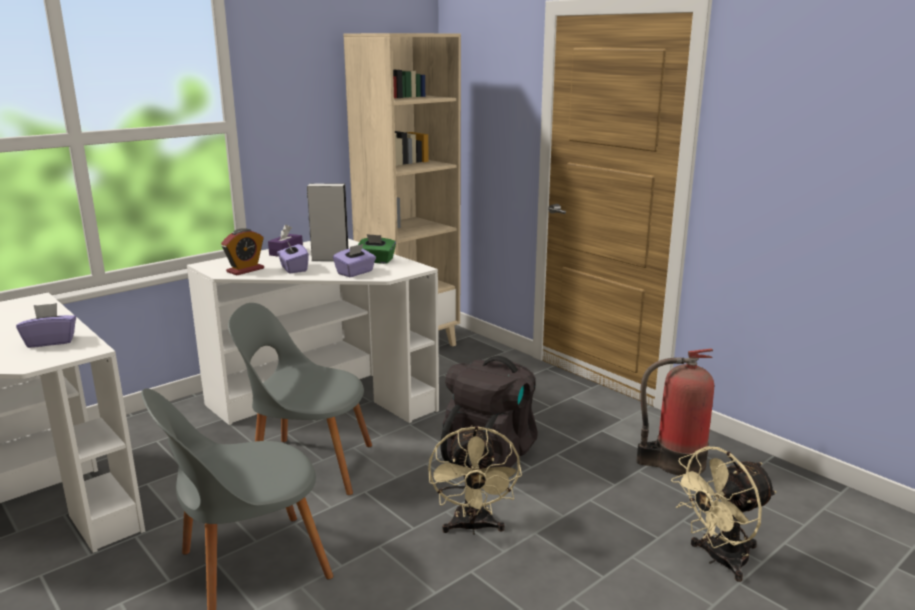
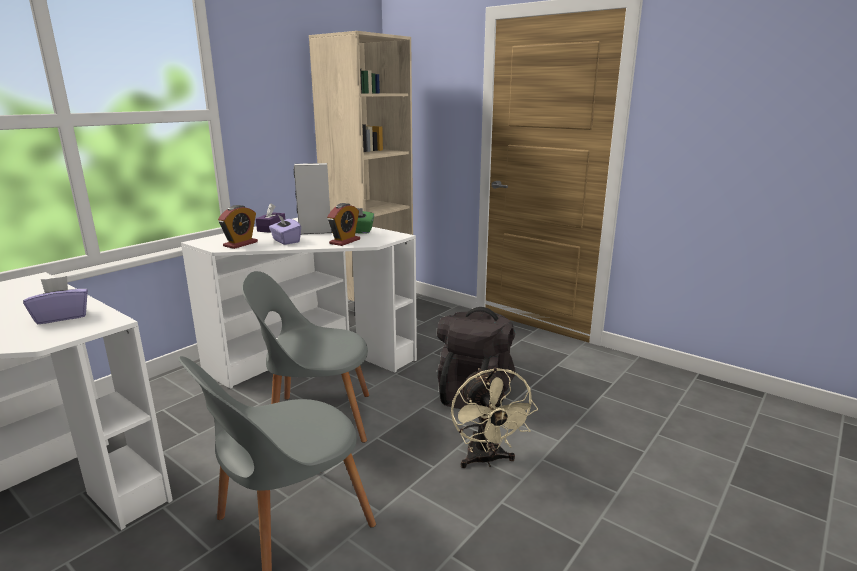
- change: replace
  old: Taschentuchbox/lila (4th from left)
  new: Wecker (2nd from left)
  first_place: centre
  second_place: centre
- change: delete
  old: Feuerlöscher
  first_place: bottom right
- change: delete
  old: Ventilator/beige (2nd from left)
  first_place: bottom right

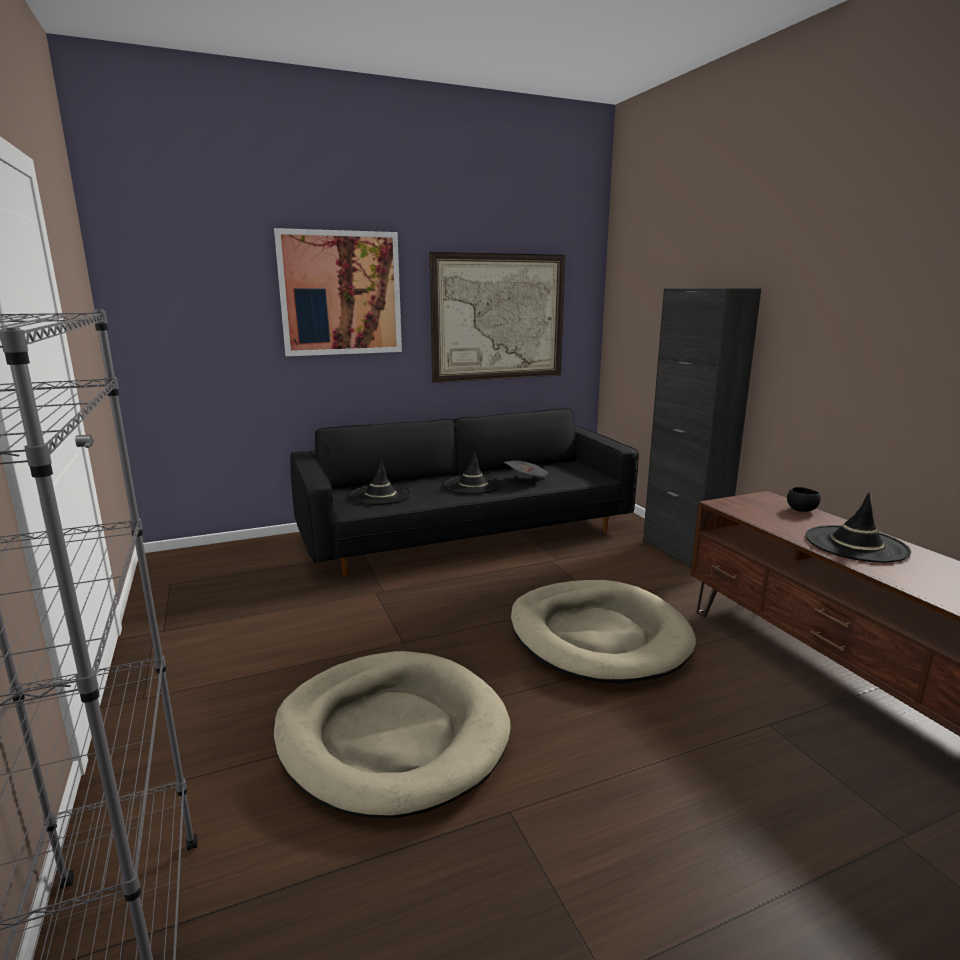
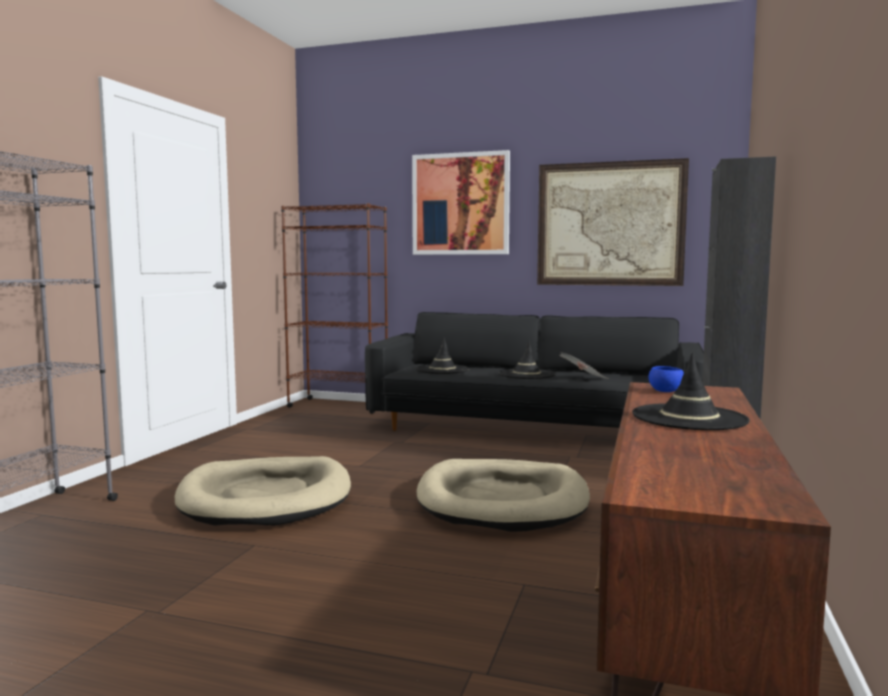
- change: delete
  old: Schüssel/schwarz
  first_place: middle right
- change: insert
  new: Bücherregal/braun
  second_place: centre
- change: insert
  new: Schüssel/blau
  second_place: middle right

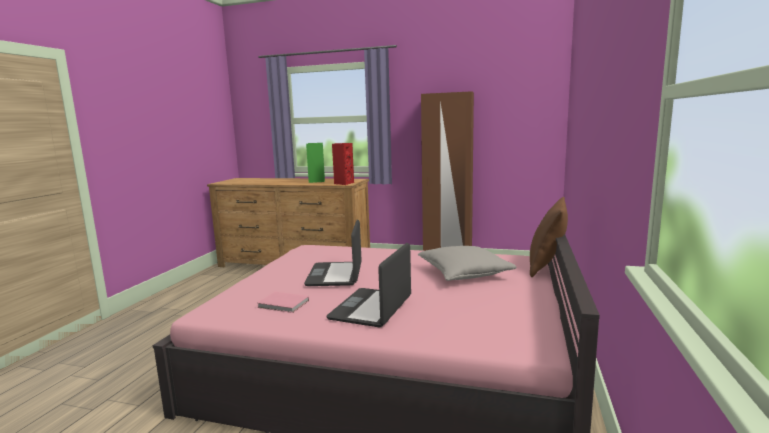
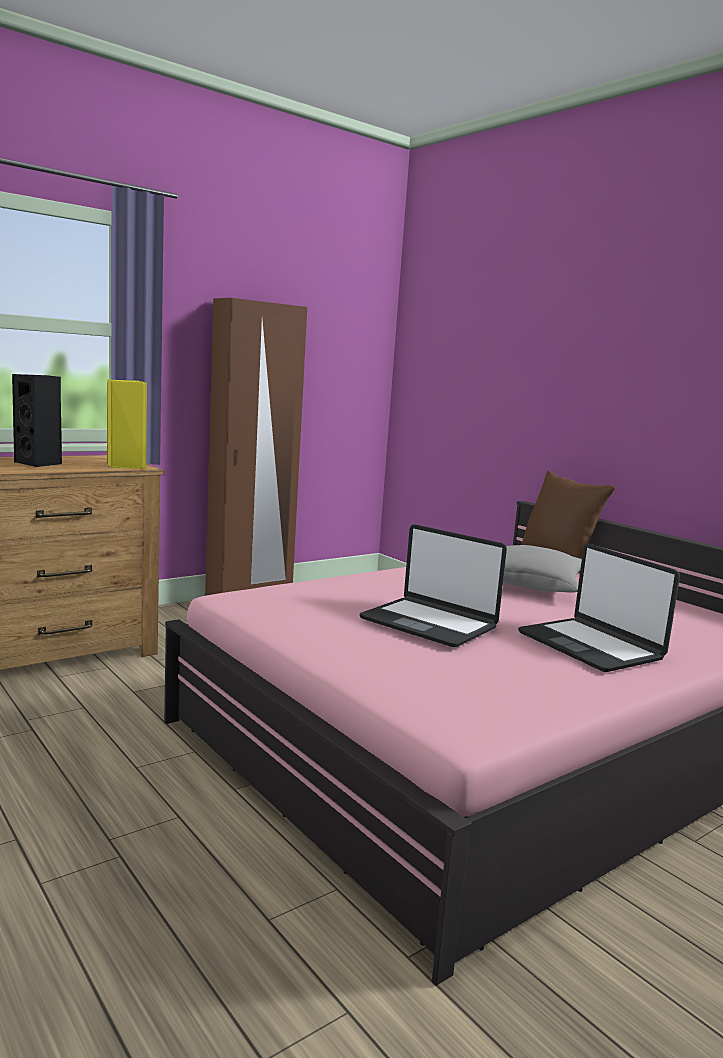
- change: delete
  old: Buch/rosa
  first_place: bottom centre
- change: recolor
  old: Lautsprecher/grün
  new: Lautsprecher/schwarz
  first_place: centre
  second_place: middle left
- change: recolor
  old: Lautsprecher/rot
  new: Lautsprecher/gelb
  first_place: centre
  second_place: middle left

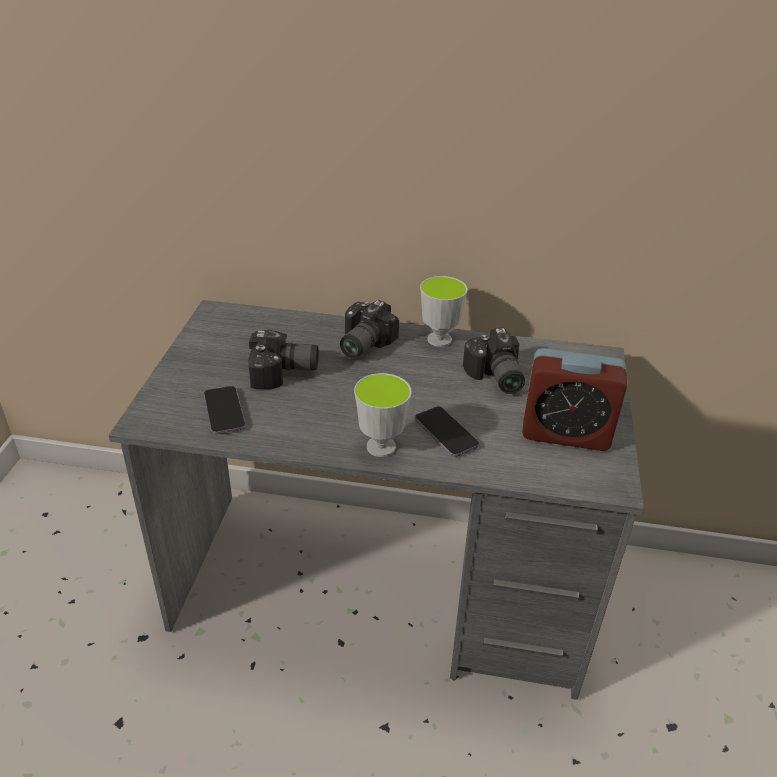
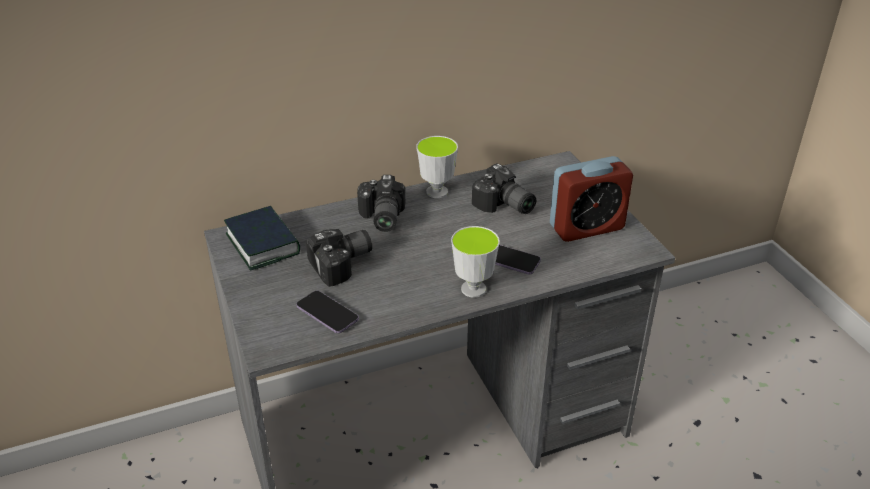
- change: insert
  new: Buch
  second_place: middle left

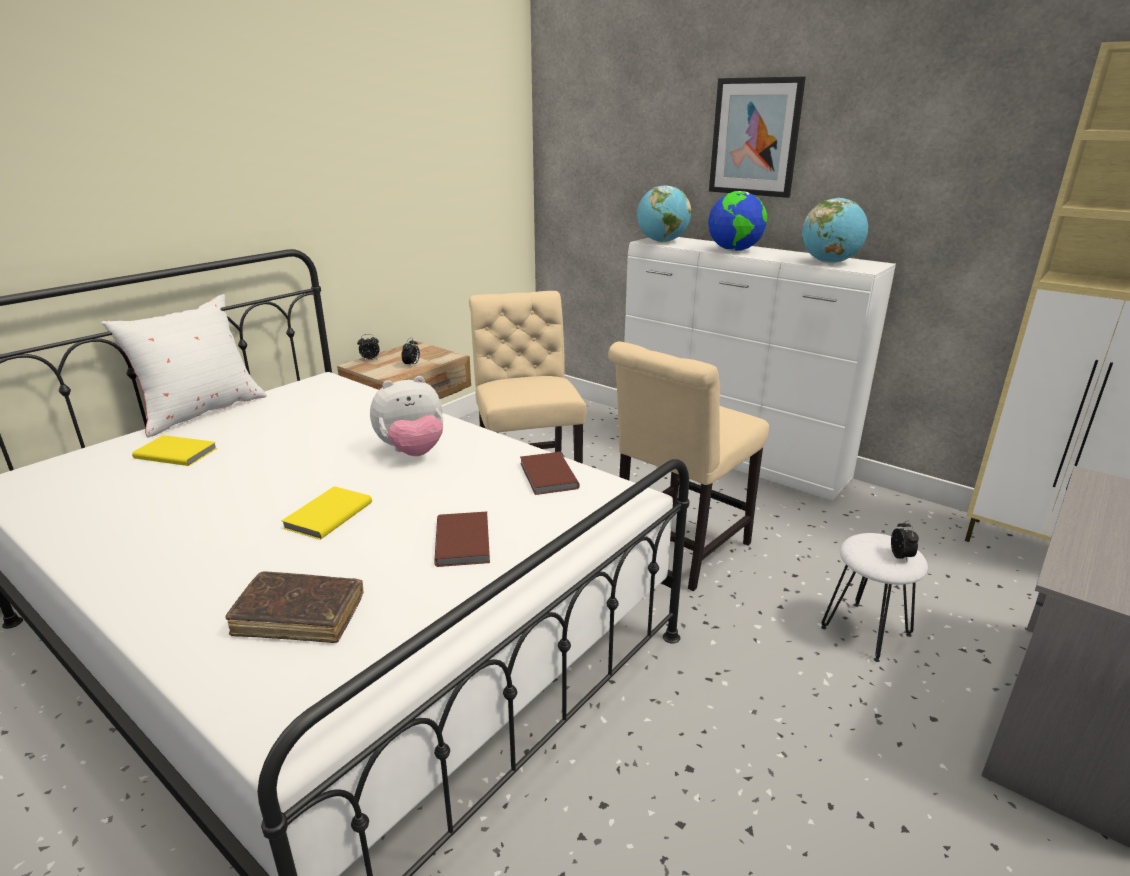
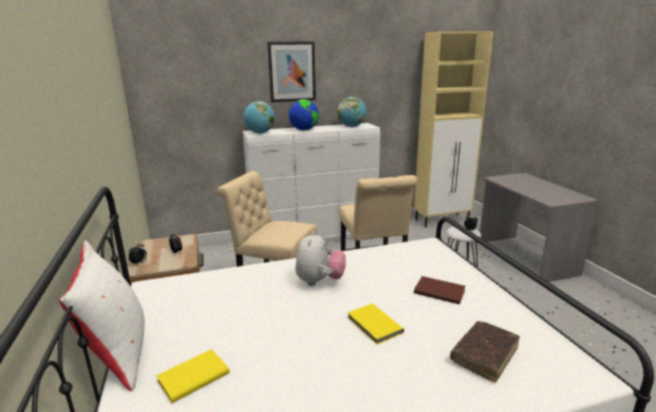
- change: delete
  old: Buch/braun (3rd from left)
  first_place: centre

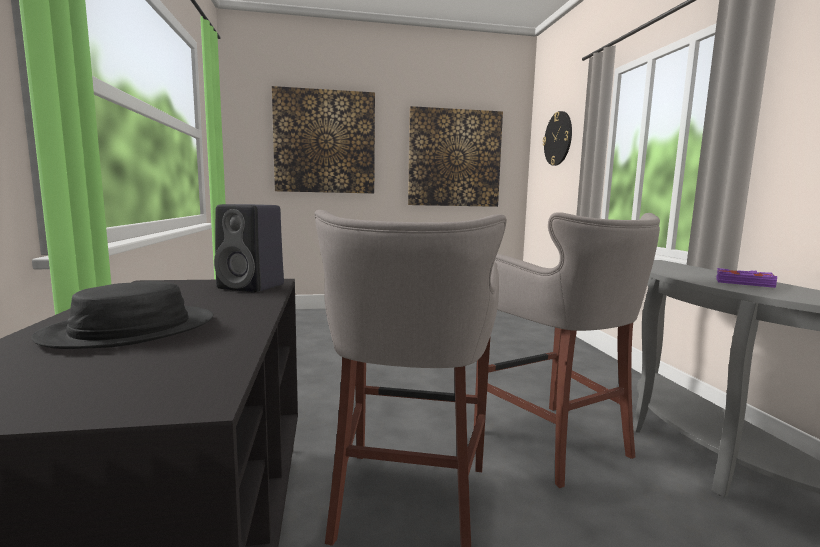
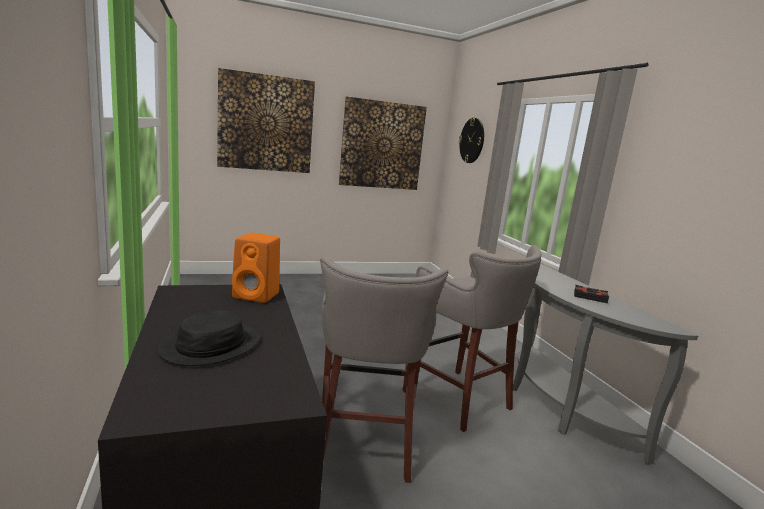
- change: recolor
  old: Lautsprecher/schwarz
  new: Lautsprecher/orange
  first_place: middle left
  second_place: centre
- change: recolor
  old: Buch/lila
  new: Buch/schwarz
  first_place: middle right
  second_place: middle right

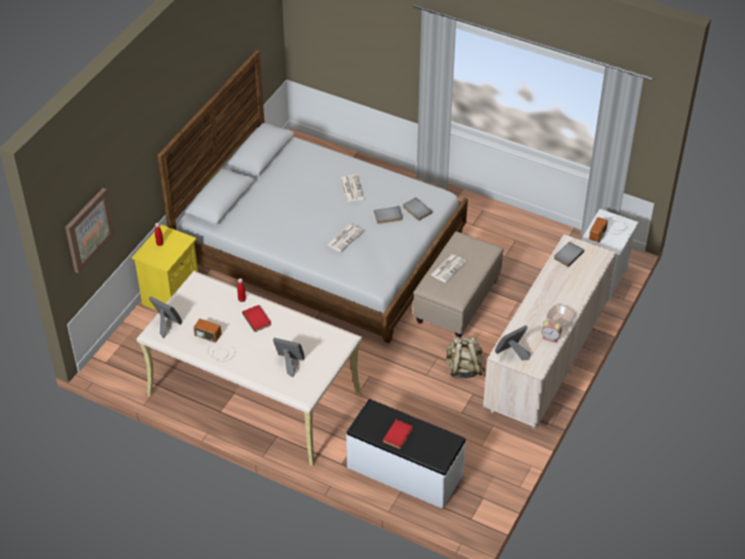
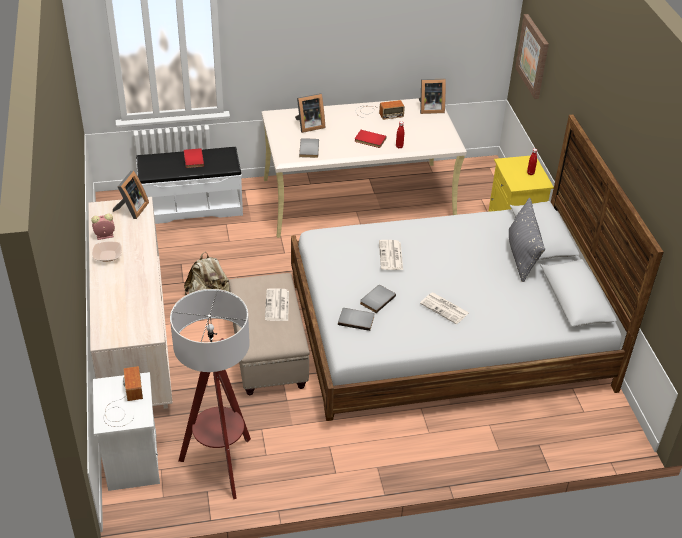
- change: move
  old: Buch/grau (3rd from left in the first image)
  new: Buch/grau (1st from left)
  first_place: middle right
  second_place: top centre
- change: insert
  new: Stehlampe
  second_place: bottom left
- change: insert
  new: Kissen/grau
  second_place: middle right

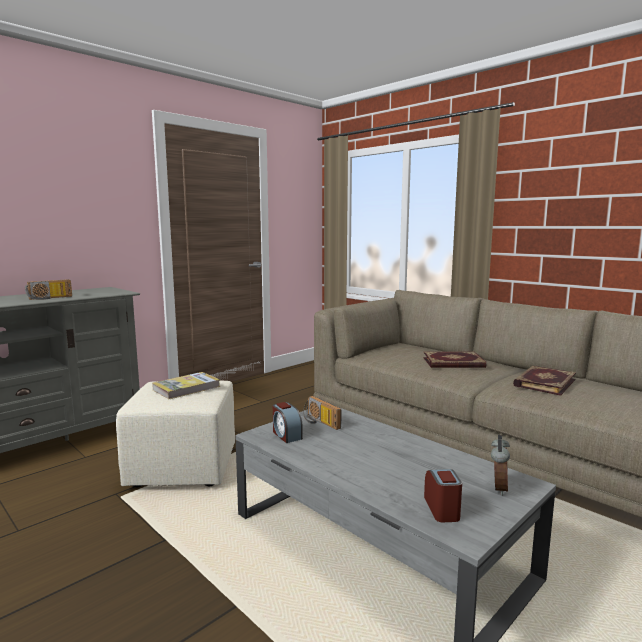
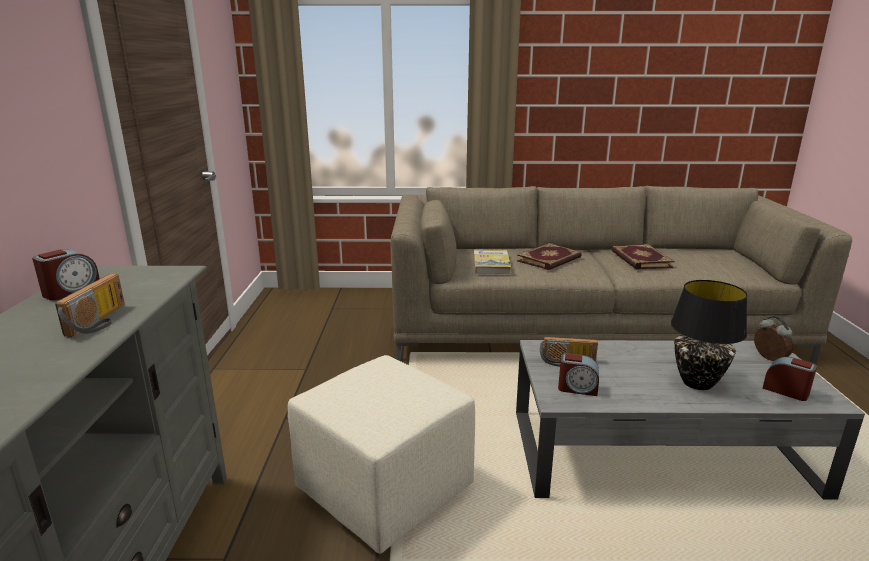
- change: move
  old: Buch (1st from left)
  first_place: middle left
  second_place: centre
- change: insert
  new: Wecker (1st from left)
  second_place: middle left
- change: insert
  new: Tischlampe/schwarz
  second_place: middle right

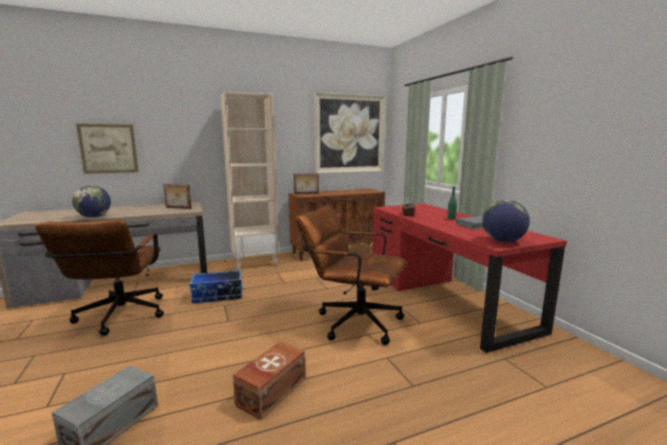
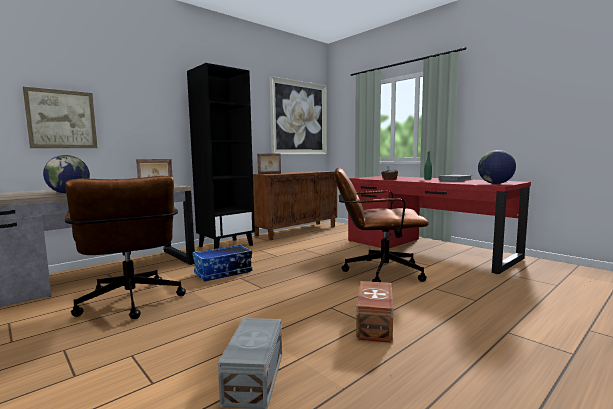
- change: recolor
  old: Bücherregal/beige
  new: Bücherregal/schwarz
  first_place: centre
  second_place: centre

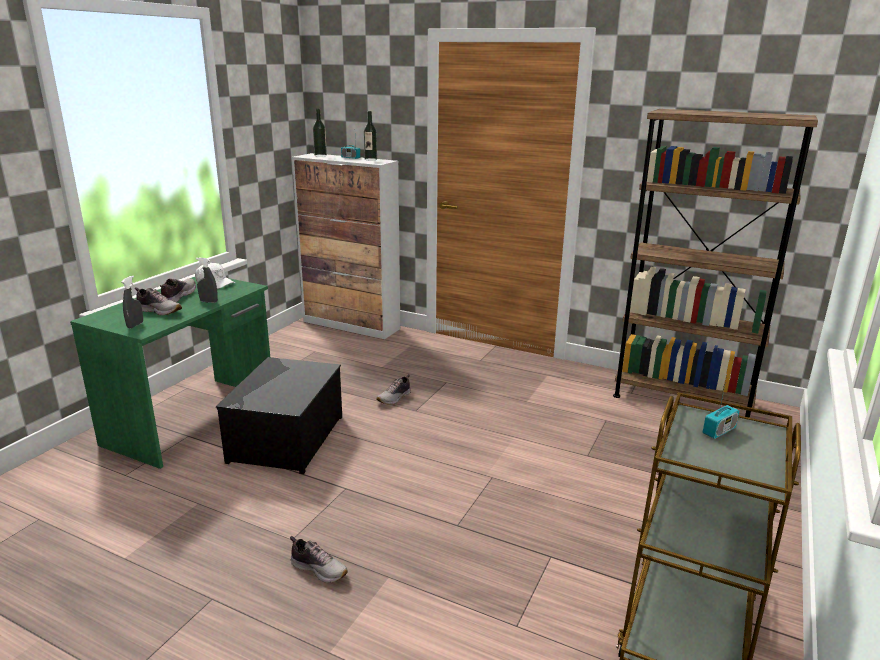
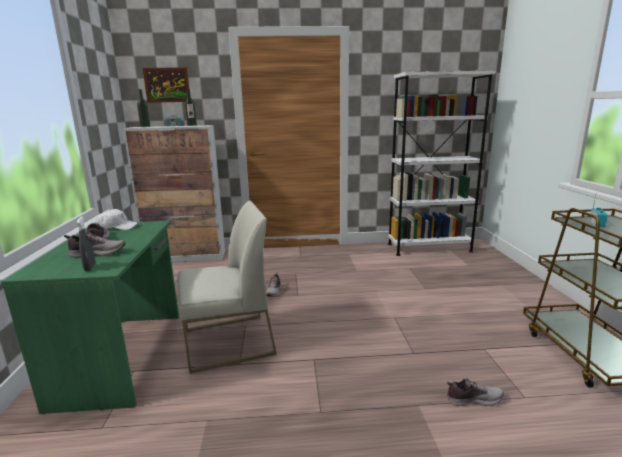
- change: delete
  old: Sprühflasche/grau (2nd from left)
  first_place: middle left
- change: replace
  old: Aufbewahrungsbox
  new: Stuhl/weiß
  first_place: middle left
  second_place: centre
- change: move
  old: Schuh (3rd from left in the first image)
  new: Schuh (4th from left)
  first_place: bottom centre
  second_place: bottom right
- change: recolor
  old: Bücherregal/braun
  new: Bücherregal/weiß
  first_place: middle right
  second_place: middle right
- change: insert
  new: Bild
  second_place: top left

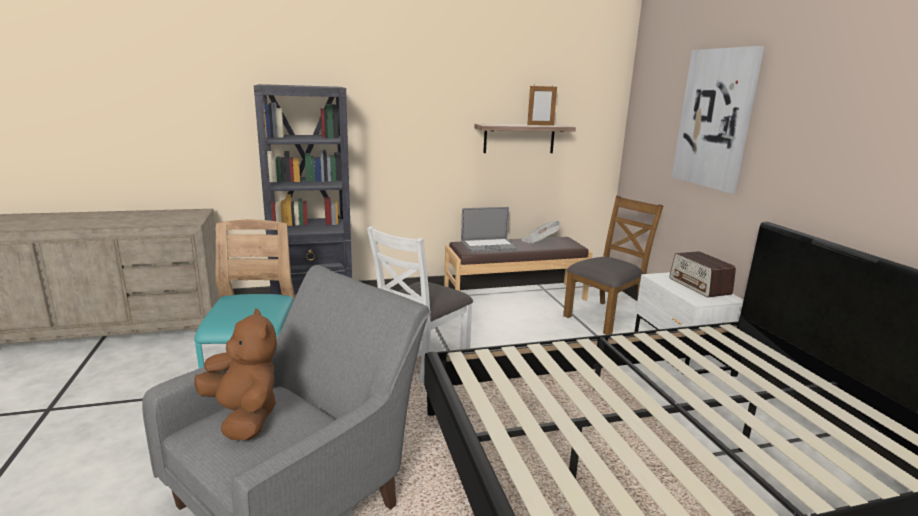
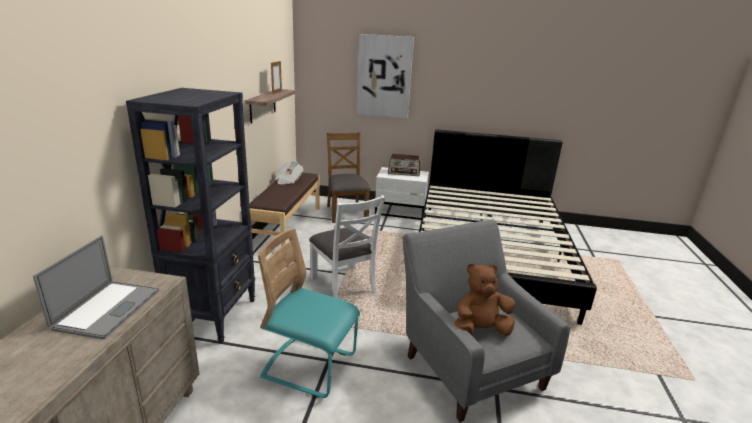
- change: move
  old: Laptop
  first_place: centre
  second_place: bottom left

